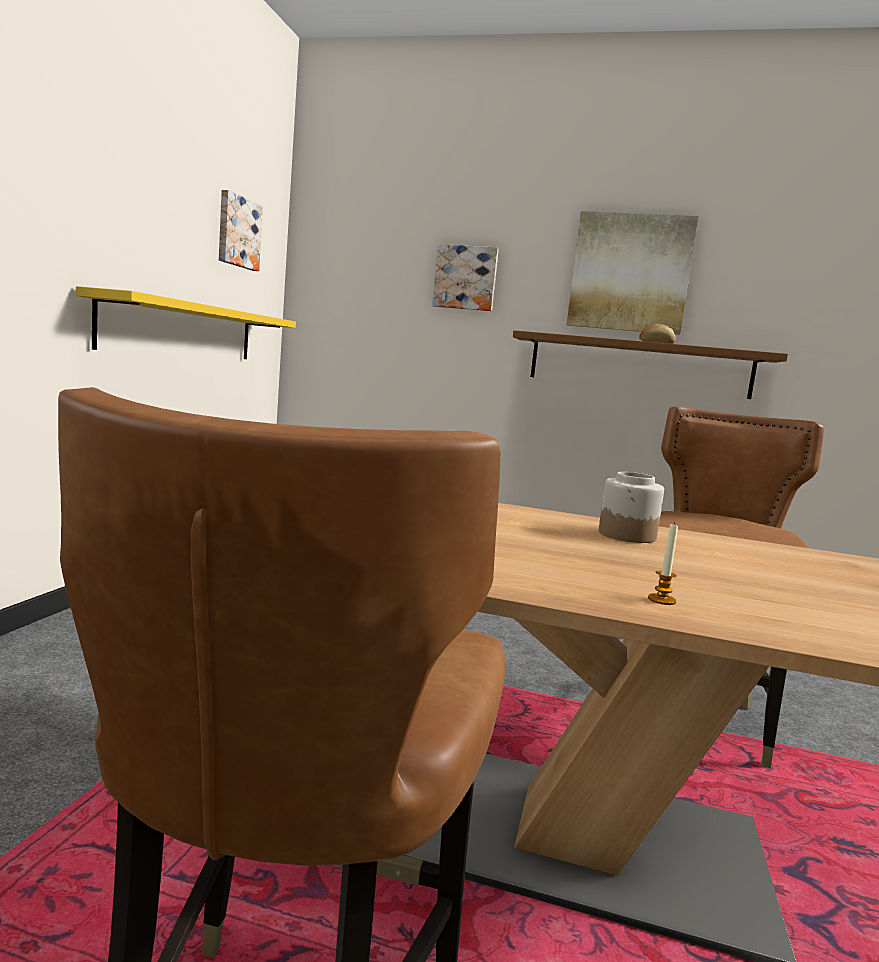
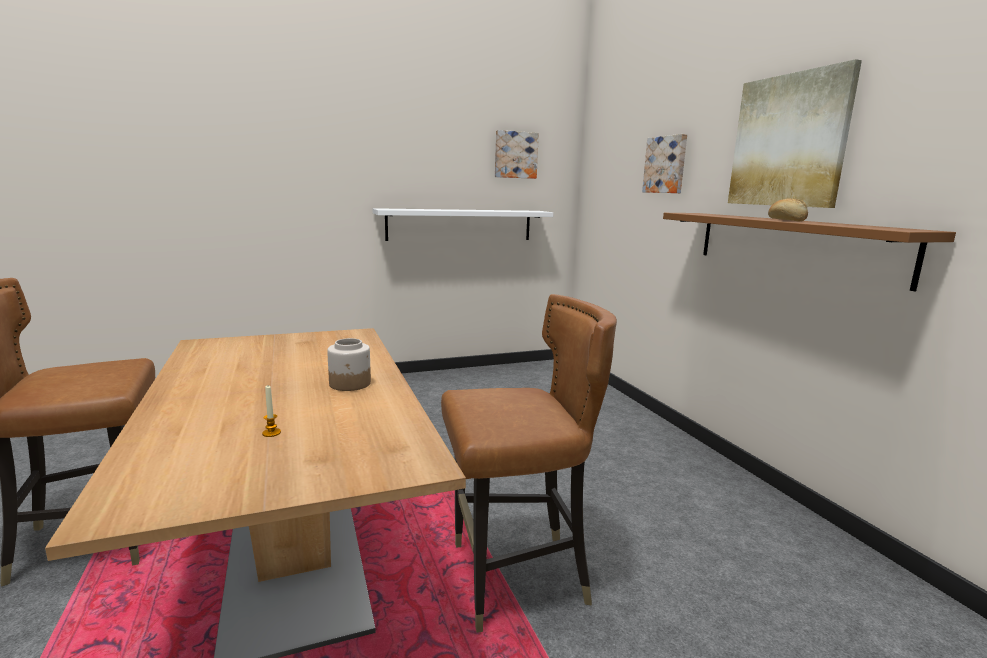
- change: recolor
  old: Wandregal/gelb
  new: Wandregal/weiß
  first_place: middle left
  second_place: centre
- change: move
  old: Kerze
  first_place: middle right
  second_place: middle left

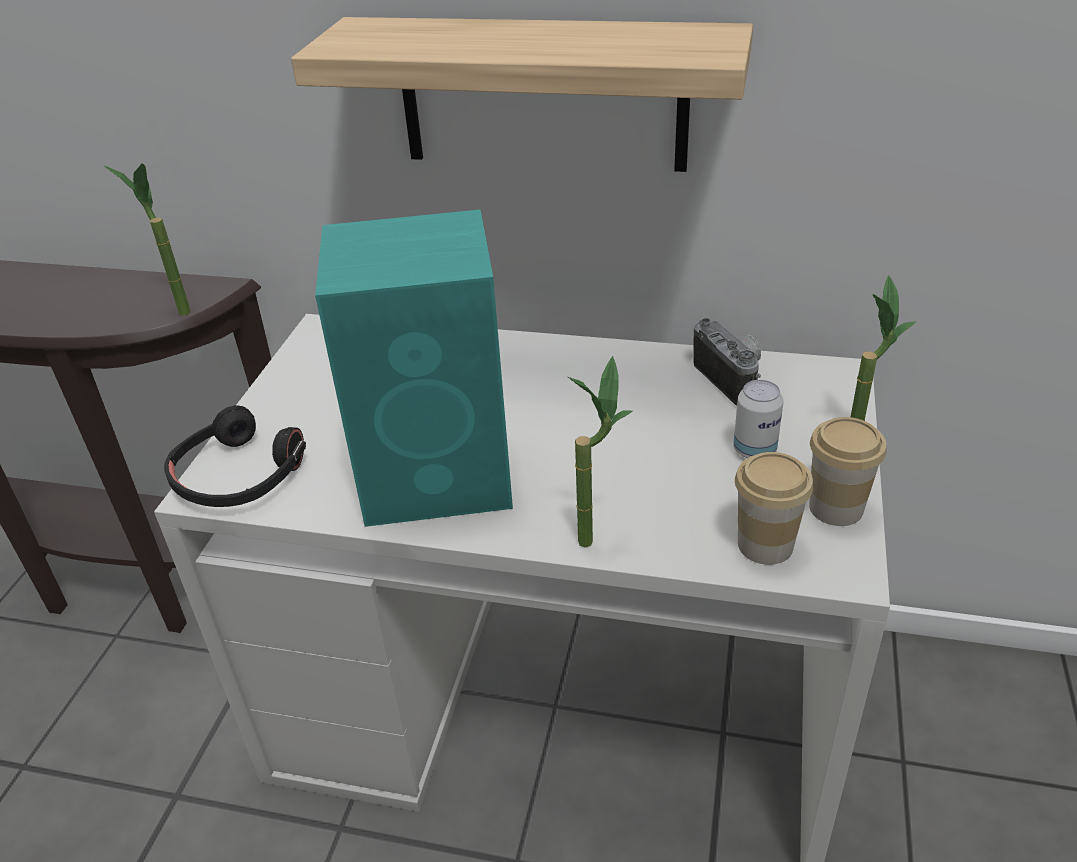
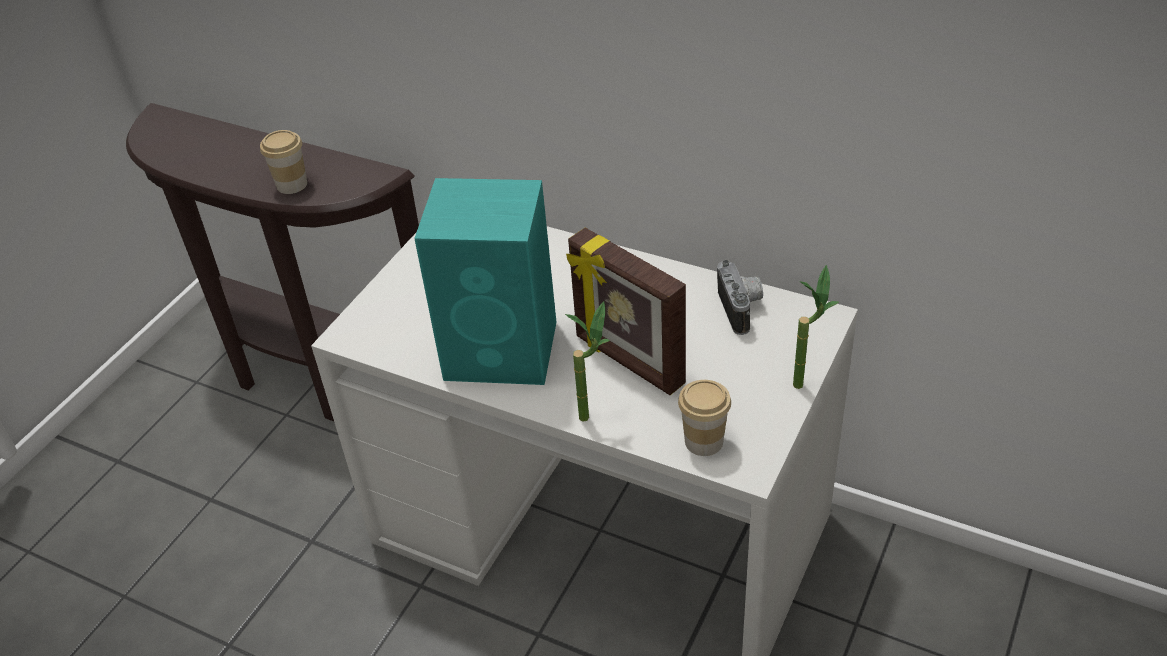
- change: delete
  old: Topfpflanze (1st from left)
  first_place: top left
- change: delete
  old: Kopfhörer/schwarz
  first_place: middle left
- change: delete
  old: Wandregal
  first_place: top centre
- change: delete
  old: Dose
  first_place: middle right
- change: move
  old: Tasse (2nd from left in the first image)
  new: Tasse (1st from left)
  first_place: middle right
  second_place: top left
- change: insert
  new: Bilderrahmen
  second_place: centre

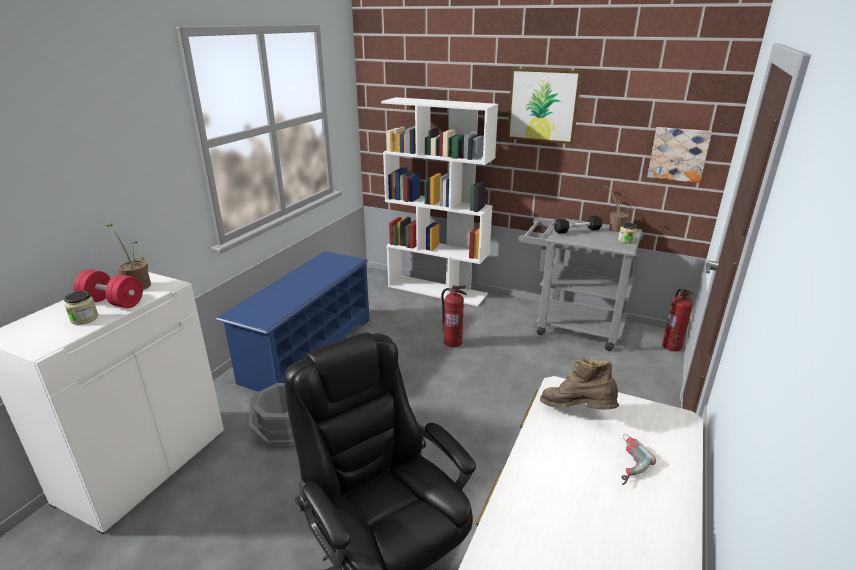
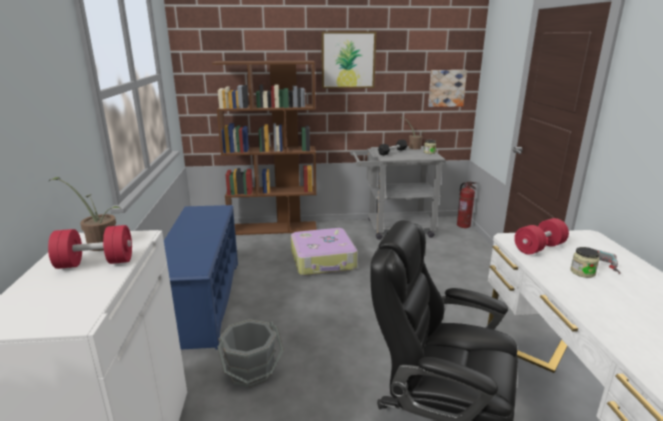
- change: move
  old: Vorratsglas (1st from left in the first image)
  new: Vorratsglas (2nd from left)
  first_place: middle left
  second_place: middle right
- change: recolor
  old: Bücherregal/weiß
  new: Bücherregal/braun
  first_place: centre
  second_place: centre
- change: replace
  old: Feuerlöscher (1st from left)
  new: Koffer
  first_place: centre
  second_place: centre
- change: replace
  old: Stiefel/braun
  new: Hantel/rot (2nd from left)
  first_place: bottom right
  second_place: middle right

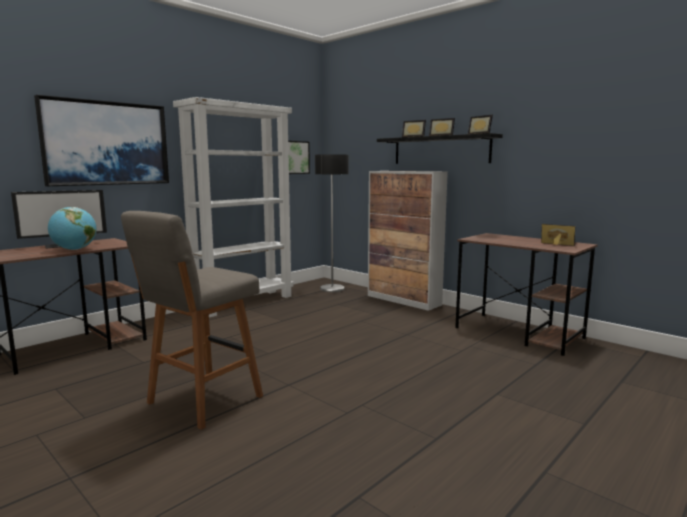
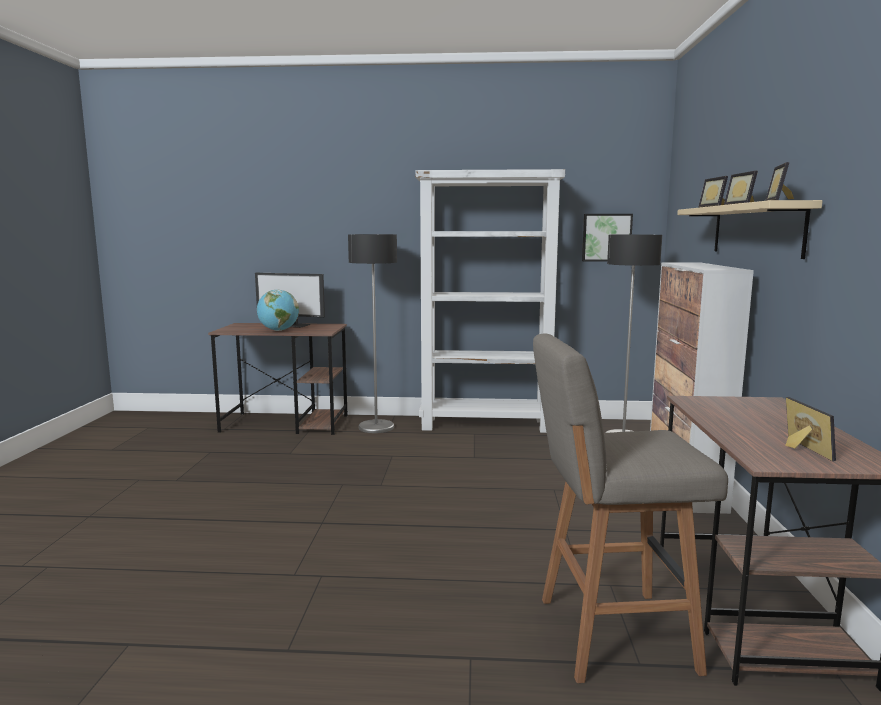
- change: delete
  old: Bild (1st from left)
  first_place: top left
- change: move
  old: Hocker/grau
  first_place: middle left
  second_place: bottom right
- change: recolor
  old: Wandregal/schwarz
  new: Wandregal/beige
  first_place: top centre
  second_place: top right
- change: insert
  new: Stehlampe (1st from left)
  second_place: centre

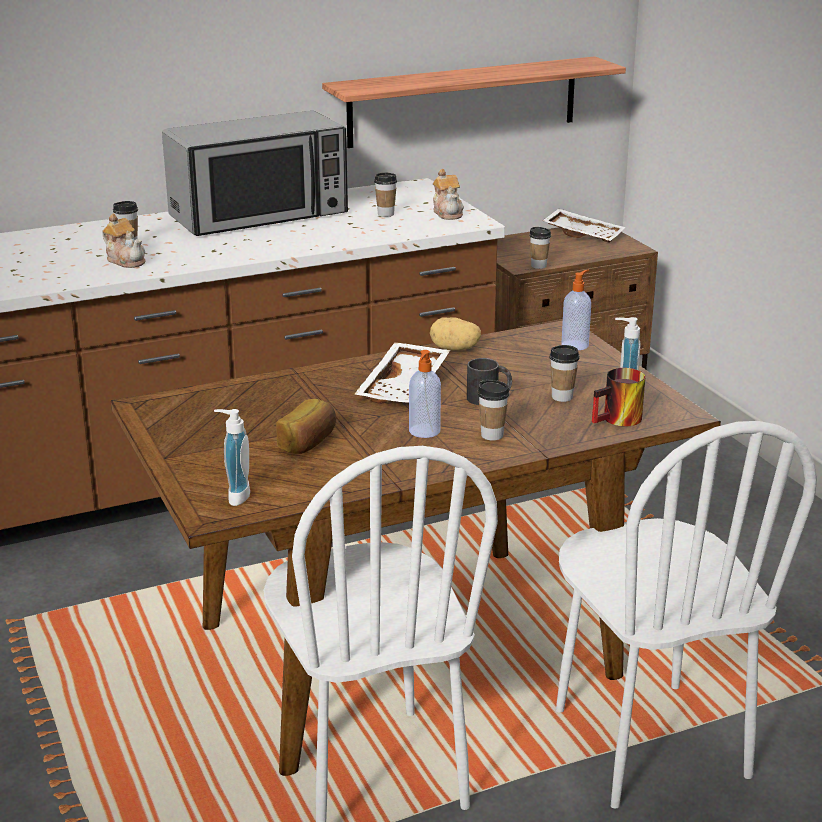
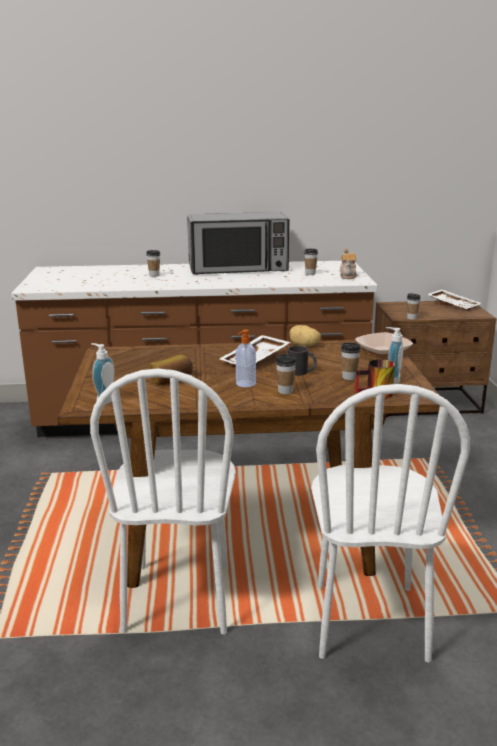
- change: delete
  old: Teekanne (1st from left)
  first_place: top left
- change: delete
  old: Wandregal
  first_place: top centre
- change: replace
  old: Seifenspender (3rd from left)
  new: Schüssel
  first_place: middle right
  second_place: middle right

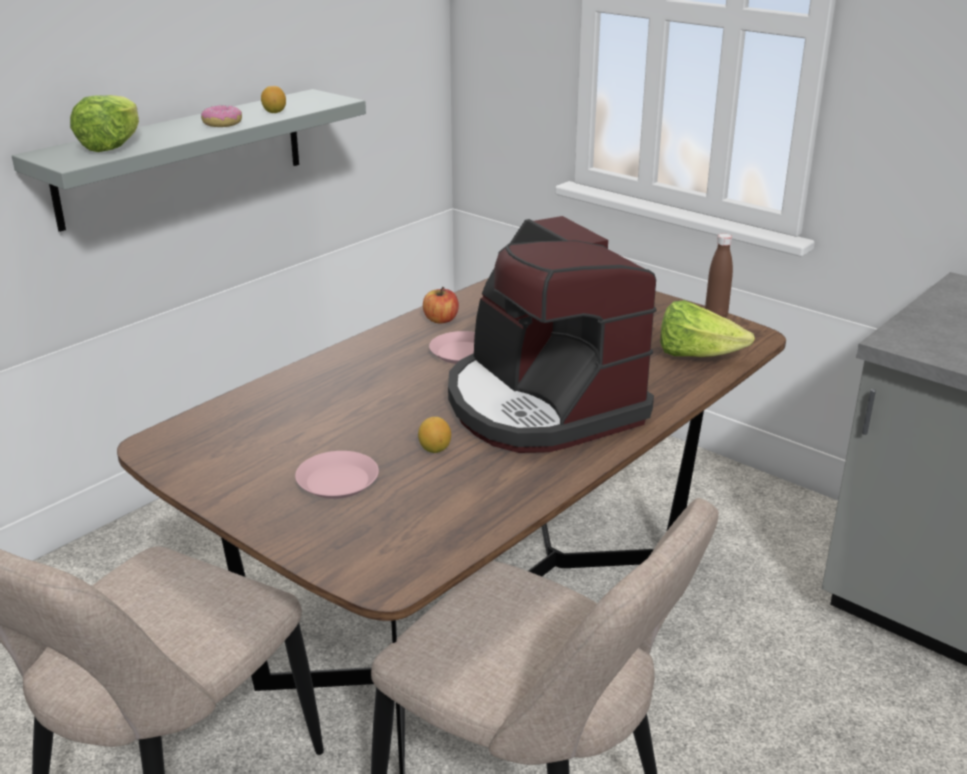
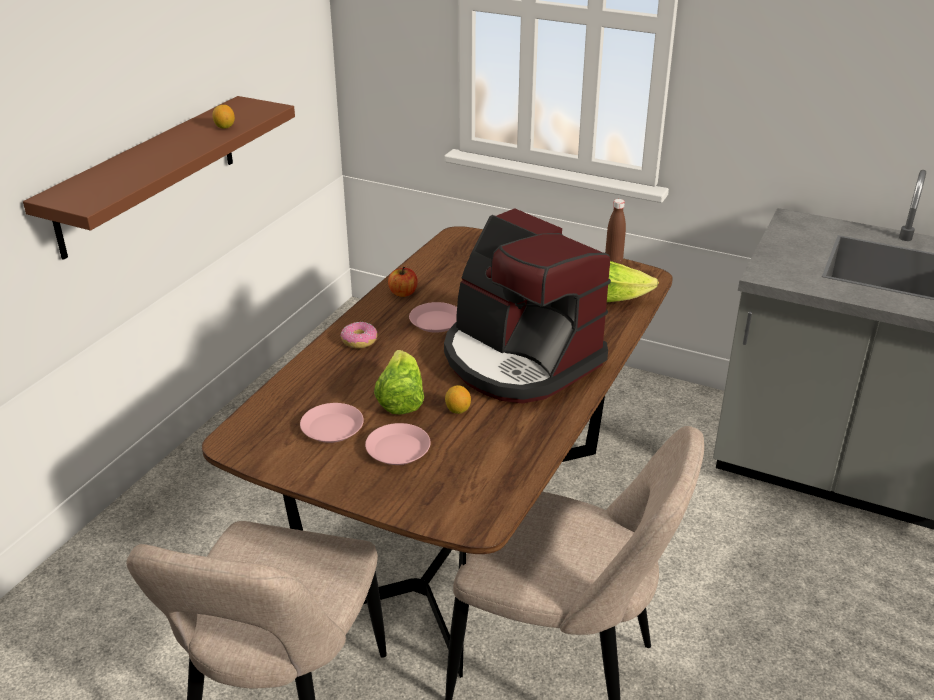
- change: recolor
  old: Wandregal/grau
  new: Wandregal/braun
  first_place: top left
  second_place: top left
- change: move
  old: Salatkopf (1st from left)
  first_place: top left
  second_place: centre
- change: move
  old: Donut
  first_place: top left
  second_place: centre
- change: insert
  new: Teller/rosa (1st from left)
  second_place: centre

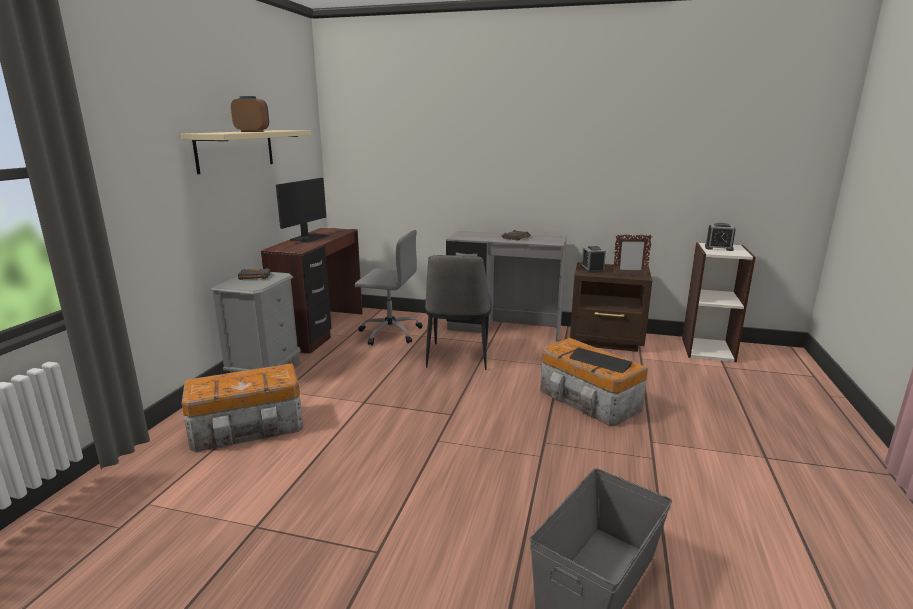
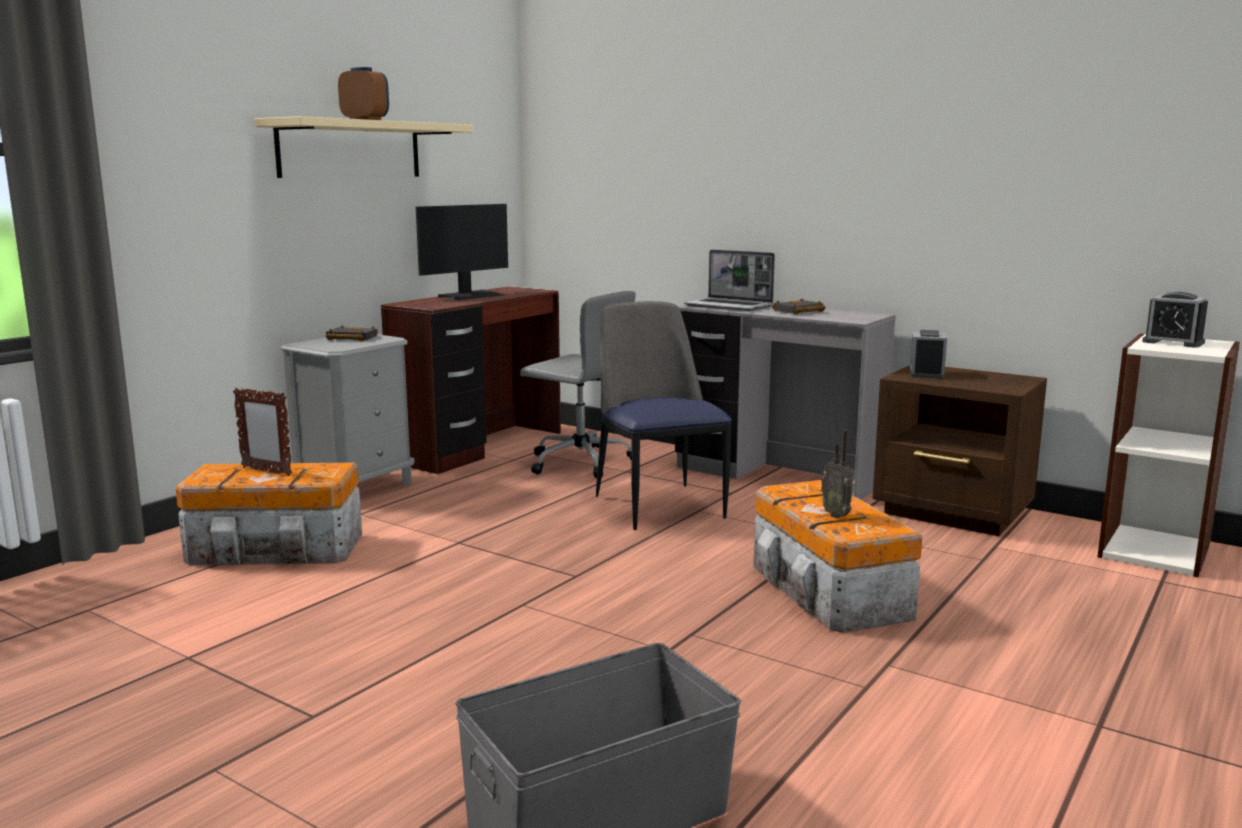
- change: rotate
  old: Stuhl
  first_place: centre
  second_place: centre
  degrees: 135
- change: replace
  old: Tastatur
  new: Radio
  first_place: centre
  second_place: middle right
- change: move
  old: Bilderrahmen
  first_place: middle right
  second_place: middle left
- change: insert
  new: Laptop
  second_place: centre

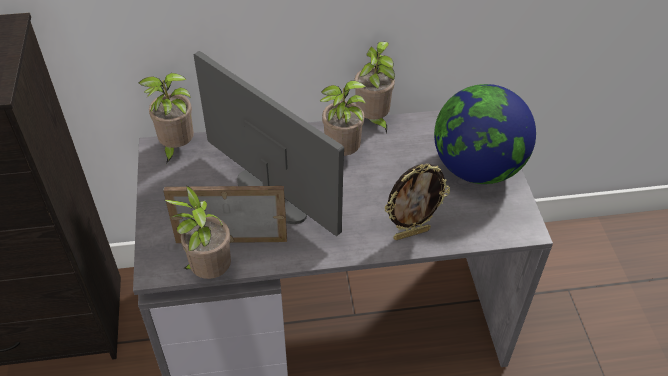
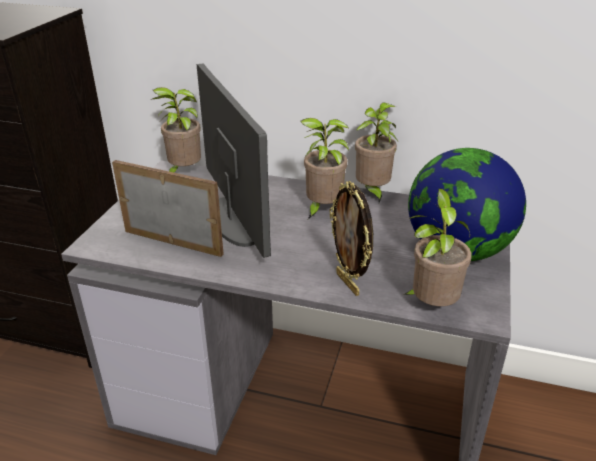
- change: move
  old: Topfpflanze (2nd from left in the first image)
  new: Topfpflanze (4th from left)
  first_place: middle left
  second_place: middle right
- change: rotate
  old: Bilderrahmen (2nd from left)
  first_place: centre
  second_place: centre
  degrees: 60

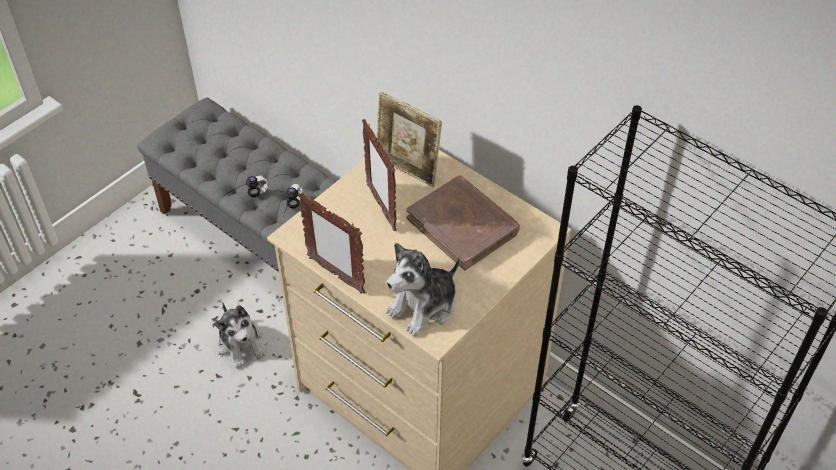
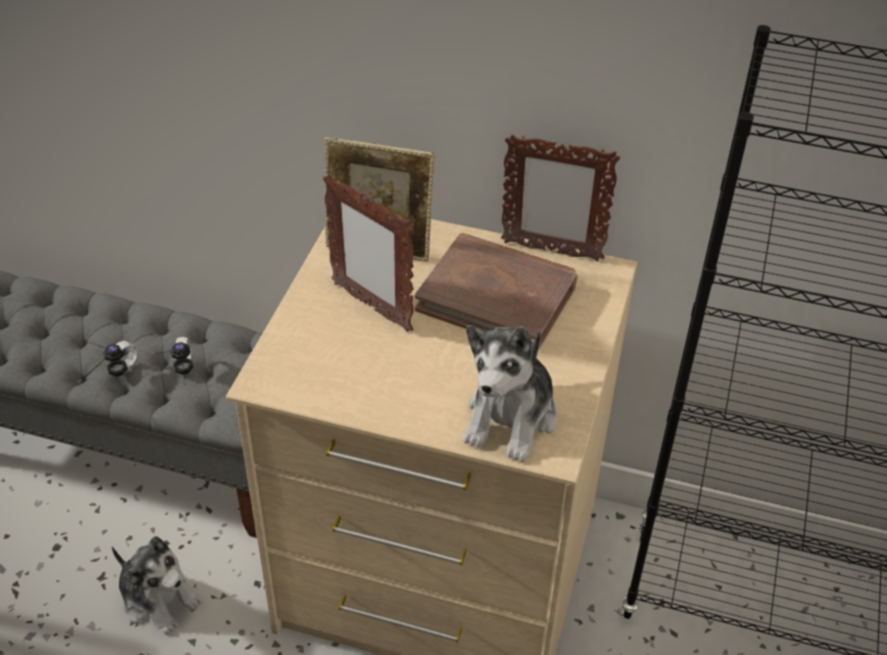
- change: move
  old: Bilderrahmen (1st from left in the first image)
  new: Bilderrahmen (3rd from left)
  first_place: centre
  second_place: top centre

